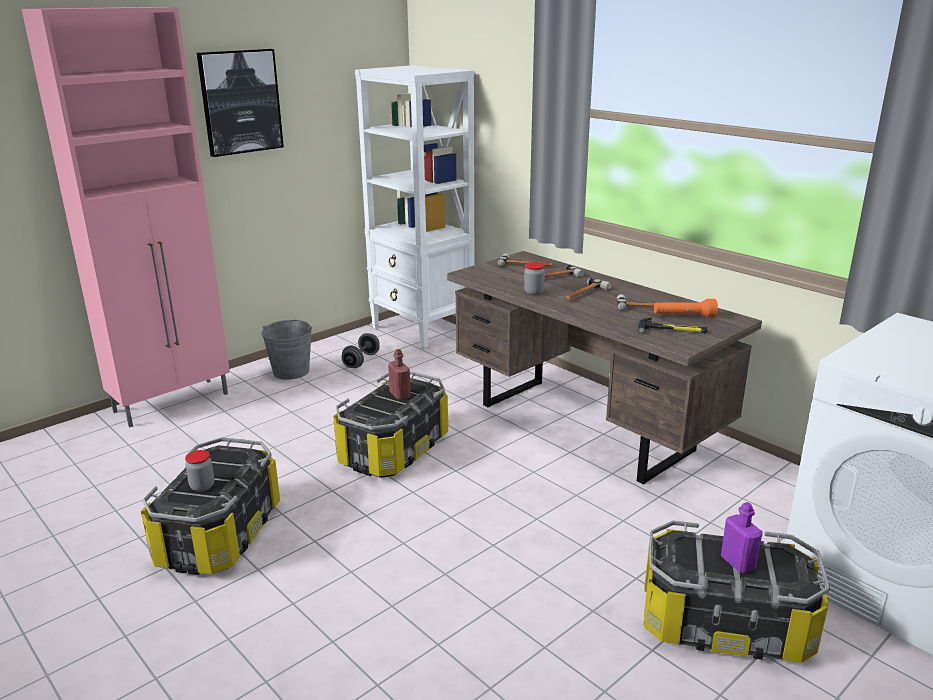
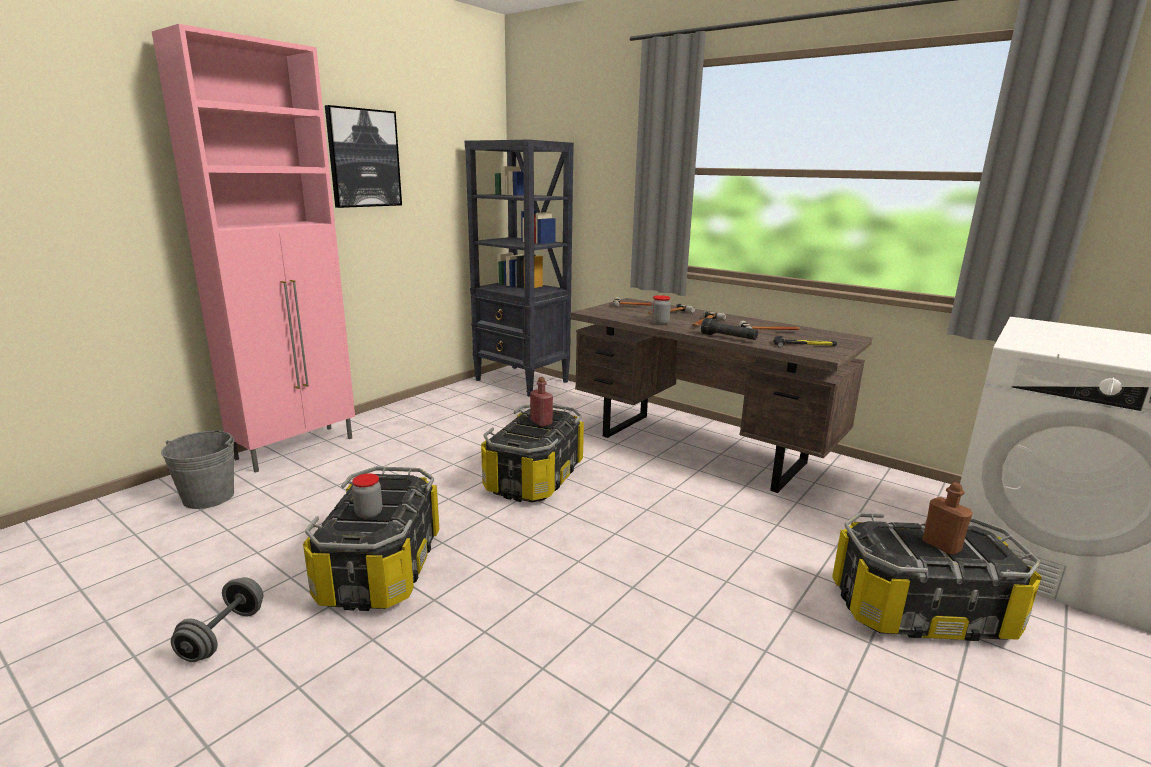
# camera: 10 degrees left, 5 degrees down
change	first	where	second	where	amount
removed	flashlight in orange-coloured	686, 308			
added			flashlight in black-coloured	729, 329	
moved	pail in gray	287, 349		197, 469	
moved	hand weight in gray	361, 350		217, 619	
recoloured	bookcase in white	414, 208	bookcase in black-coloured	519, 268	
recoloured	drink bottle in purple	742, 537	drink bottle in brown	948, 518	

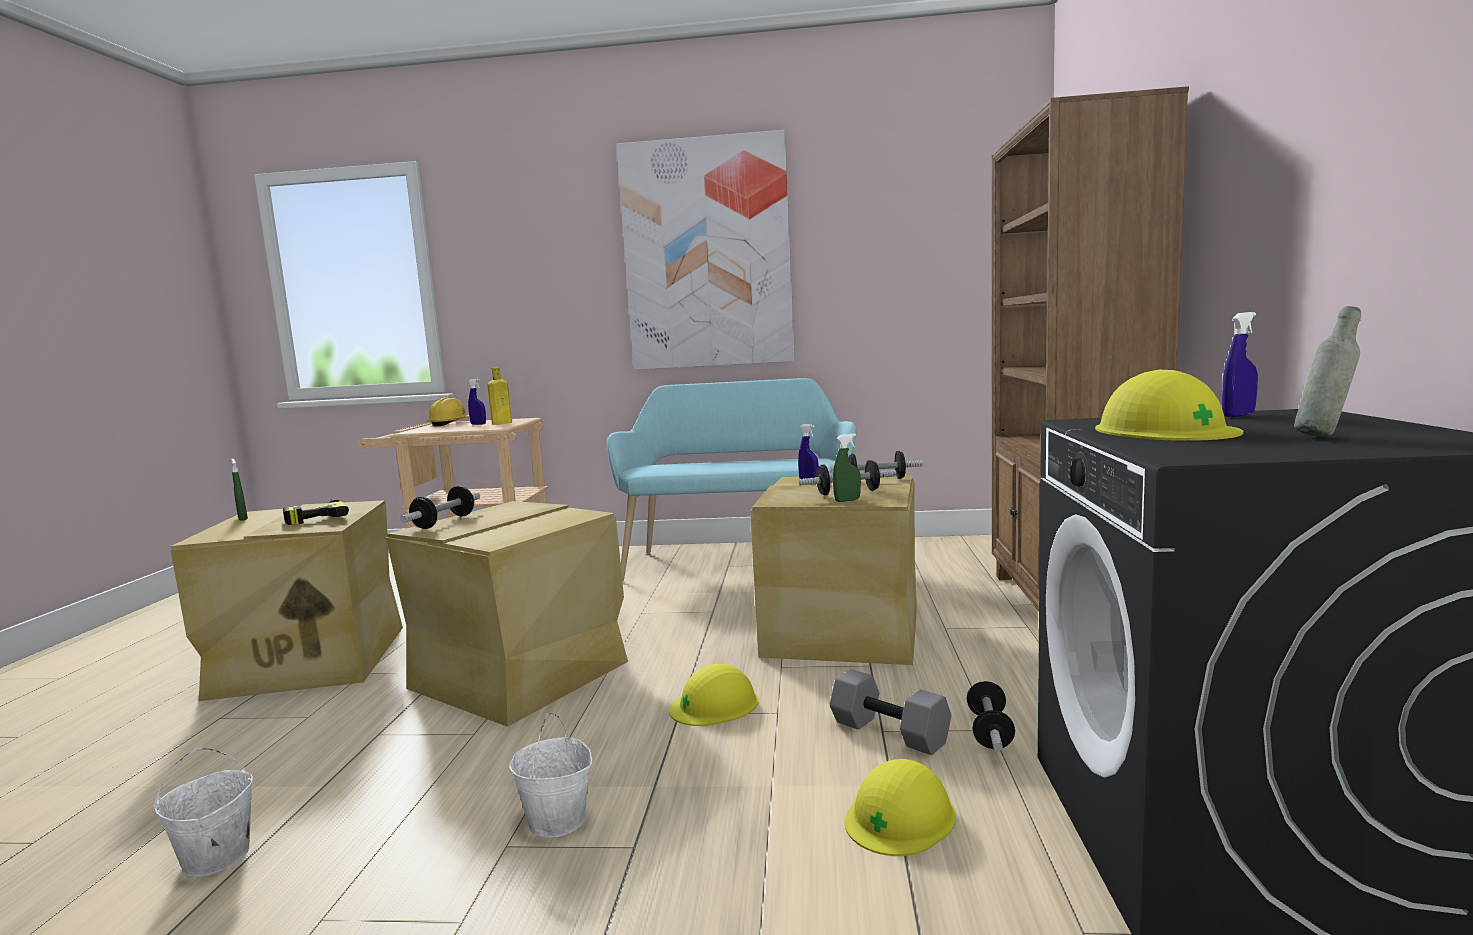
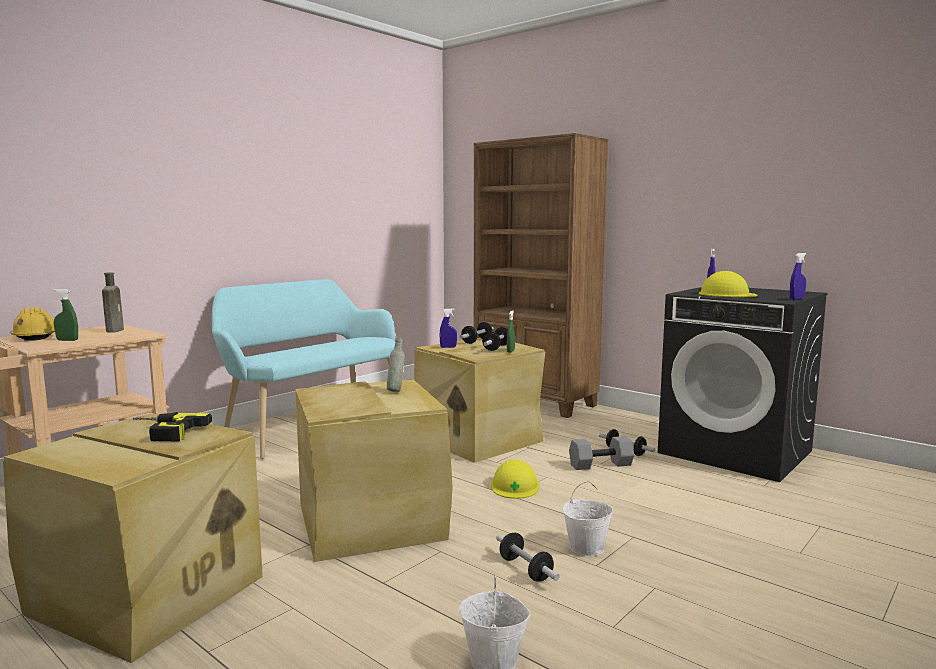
# camera: 55 degrees left, 0 degrees up
change	first	where	second	where	amount
removed	picture	705, 250			
removed	safety helmet in yellowish	900, 807			
moved	sprayer in green	239, 490		65, 315	
moved	hand weight	440, 507		527, 557	
moved	sprayer in blue	477, 402		798, 276	
moved	drink bottle in gray	1327, 371		396, 364	
recoloured	drink bottle in yellowish	499, 396	drink bottle in brown	113, 302	

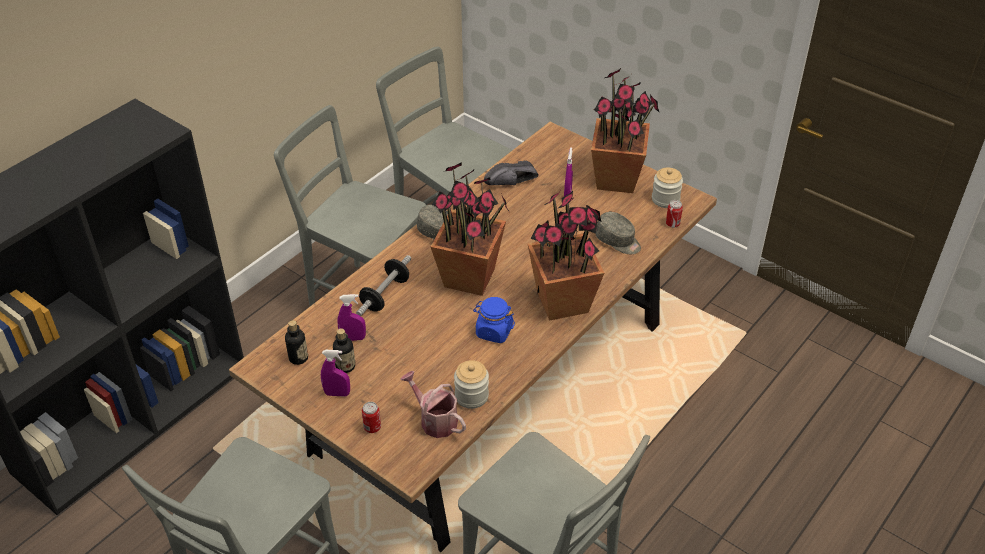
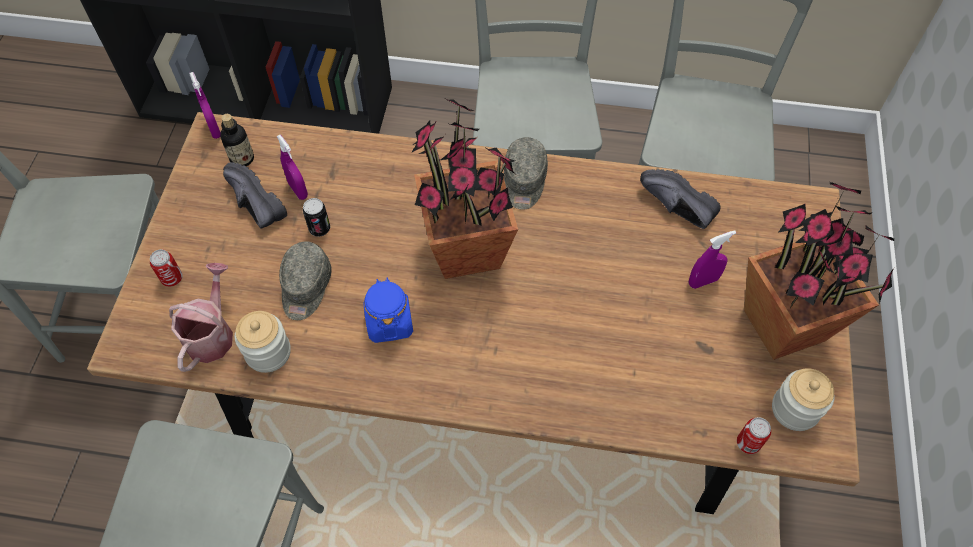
# camera: 60 degrees right, 15 degrees up
change	first	where	second	where	amount
removed	hand weight	383, 285			
removed	plant in a pot	566, 256			
added			can	316, 217	
moved	sprayer in purple	335, 373		205, 105	
moved	peaked cap in gray	618, 233		305, 281	
replaced	drink bottle	344, 350	low shoe in black-coloured	255, 195	

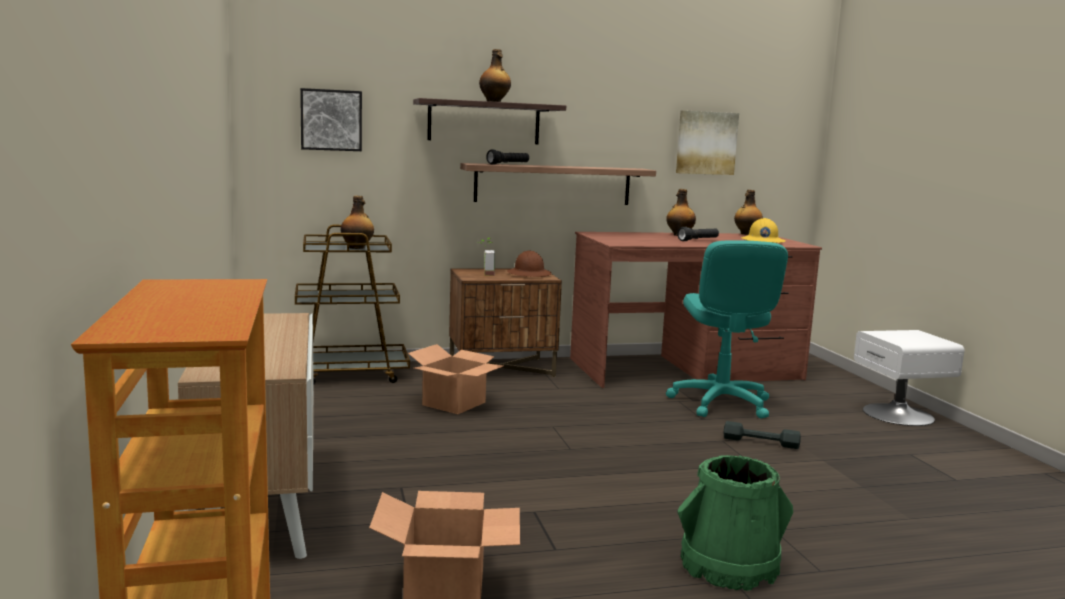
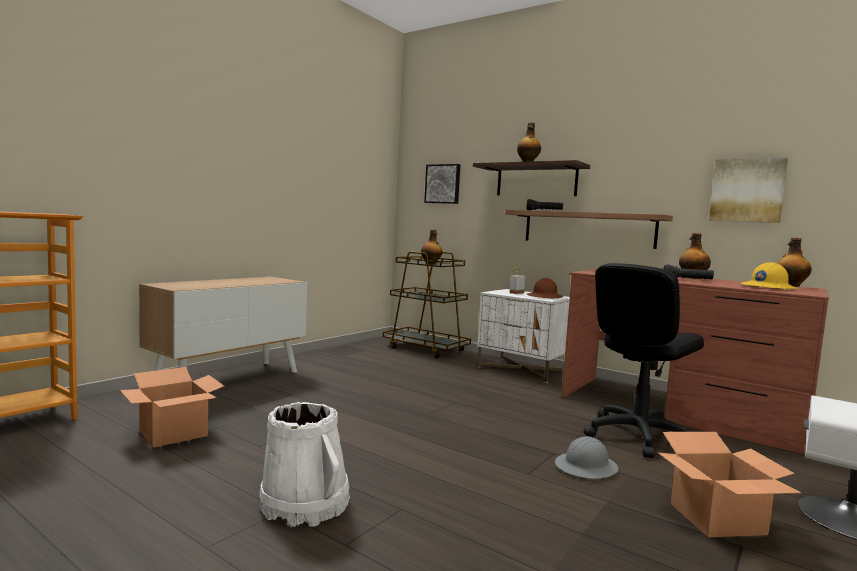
# camera: 50 degrees right, 5 degrees down
change	first	where	second	where	amount
moved	packing box	455, 379		729, 484	
replaced	hand weight in gray	762, 435	safety helmet in gray	586, 457	
recoloured	nightstand in brown	505, 323	nightstand in white	523, 336	
recoloured	computer chair in blue-green	727, 330	computer chair in black-coloured	644, 360	
recoloured	pail in green	735, 523	pail in white	304, 464	

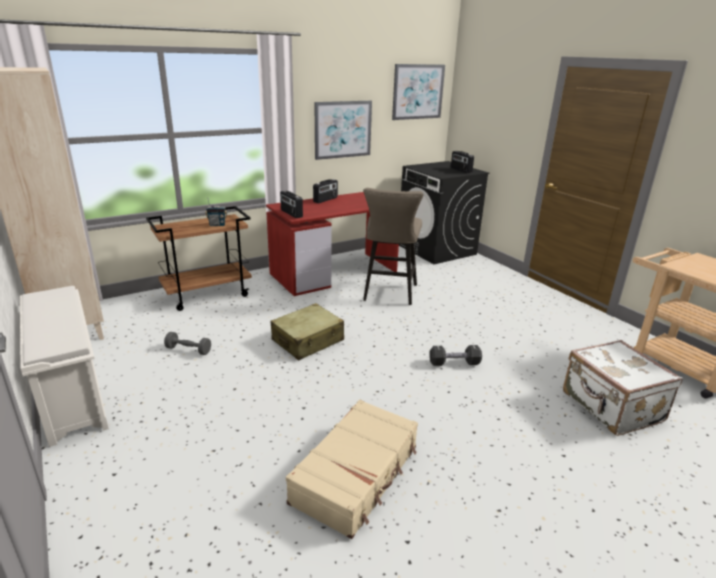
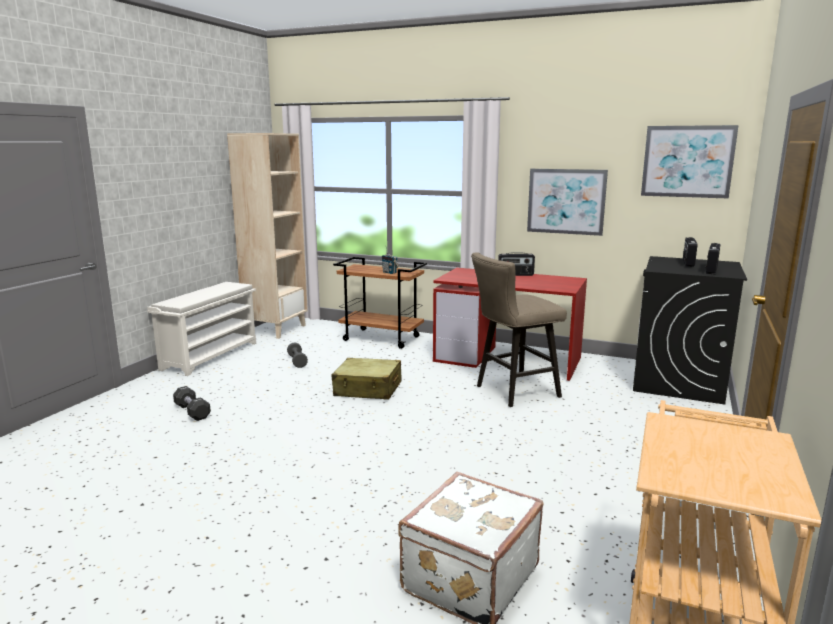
# camera: 55 degrees right, 10 degrees down
change	first	where	second	where	amount
removed	suitcase in sand-coloured	352, 469			
moved	radio	291, 204		690, 252	
moved	hand weight in black-coloured	455, 355		192, 403	

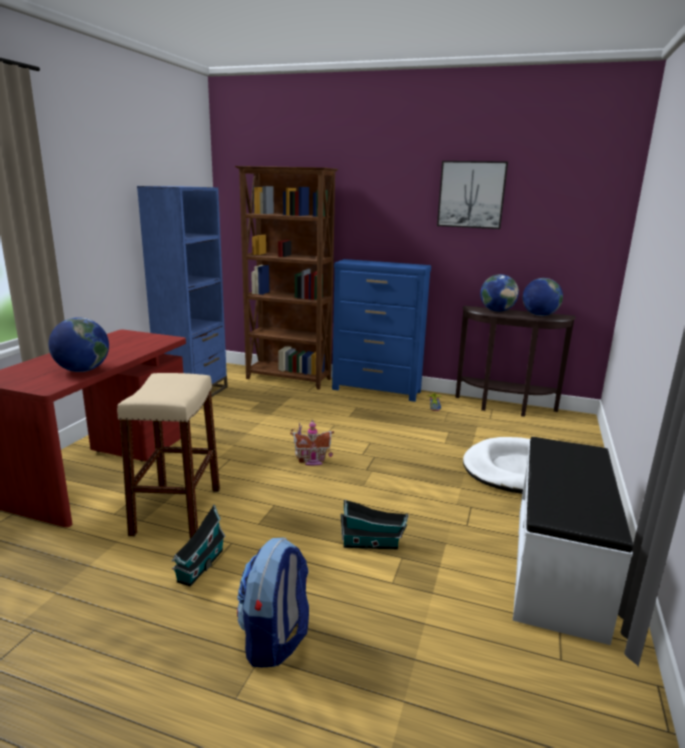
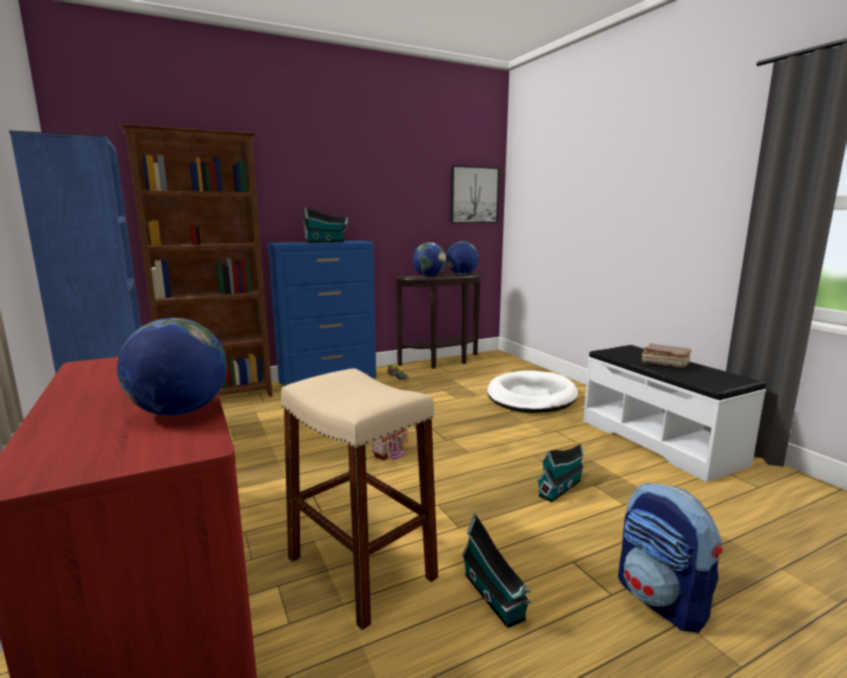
# camera: 45 degrees left, 5 degrees down
change	first	where	second	where	amount
added			model house	325, 225	
added			volume in brown	666, 355	
moved	picture	472, 195		475, 194	

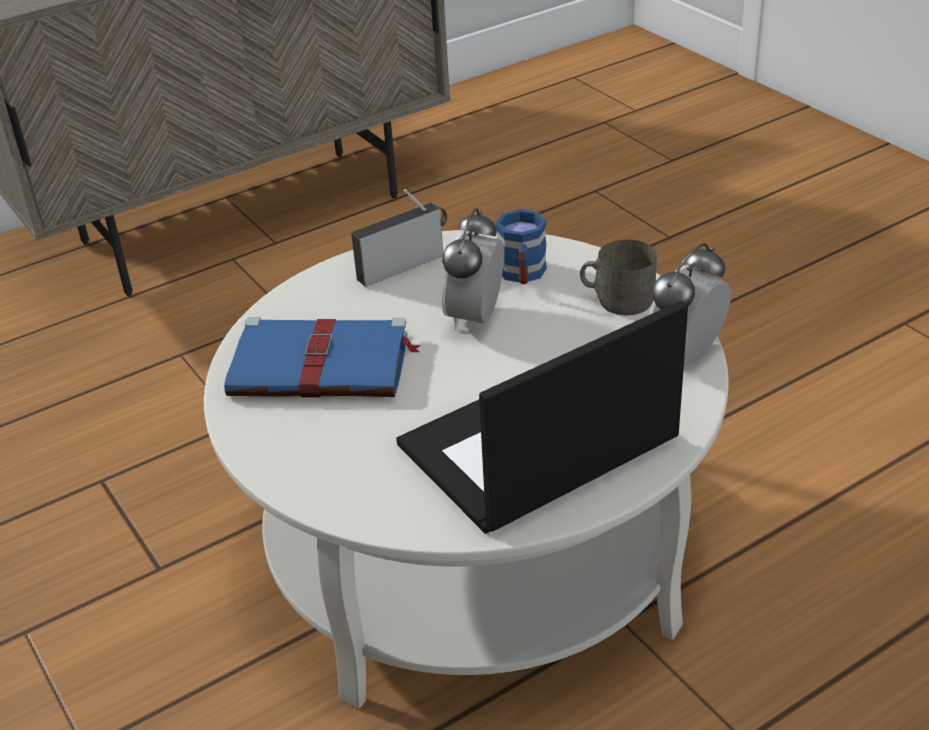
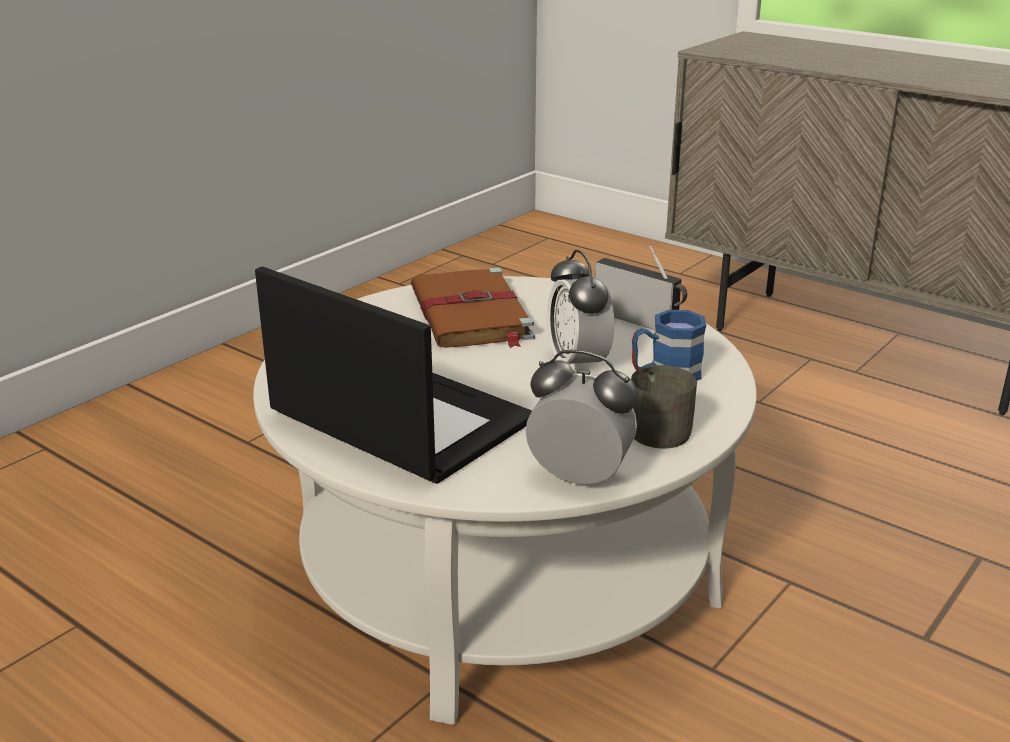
# camera: 70 degrees right, 10 degrees down
change	first	where	second	where	amount
recoloured	volume in blue	322, 357	volume in brown	473, 307	
turned	bedside clock	473, 269		580, 312	105 degrees counterclockwise

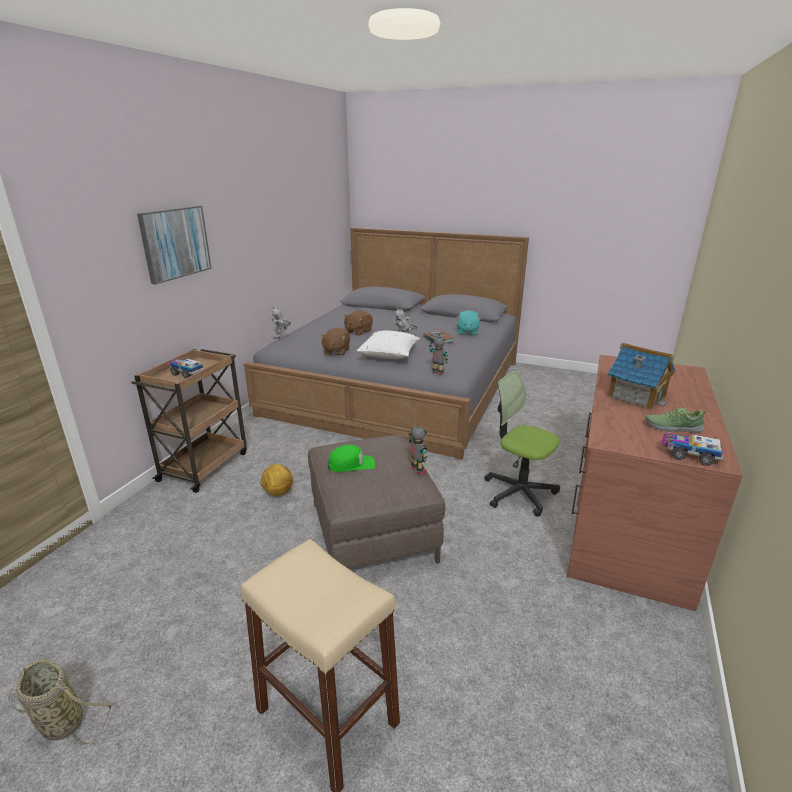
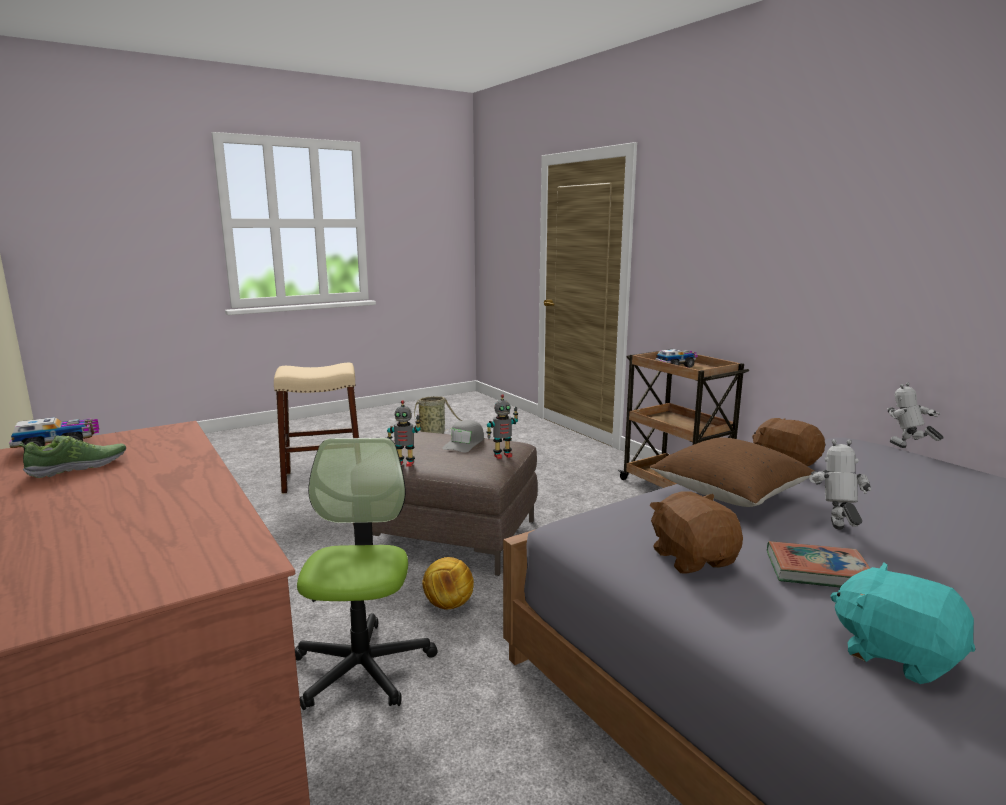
# camera: 125 degrees right, 10 degrees down
change	first	where	second	where	amount
removed	picture	174, 245			
removed	model house	641, 376			
moved	football	276, 480		448, 583	
moved	cuddly toy in brown	358, 323		696, 532	
moved	model robot	438, 354		502, 426	
recoloured	peaked cap in green	351, 458	peaked cap in gray	463, 436	
recoloured	pillow in white	388, 345	pillow in brown	732, 472	
turned	computer chair	522, 444		366, 574	75 degrees counterclockwise

